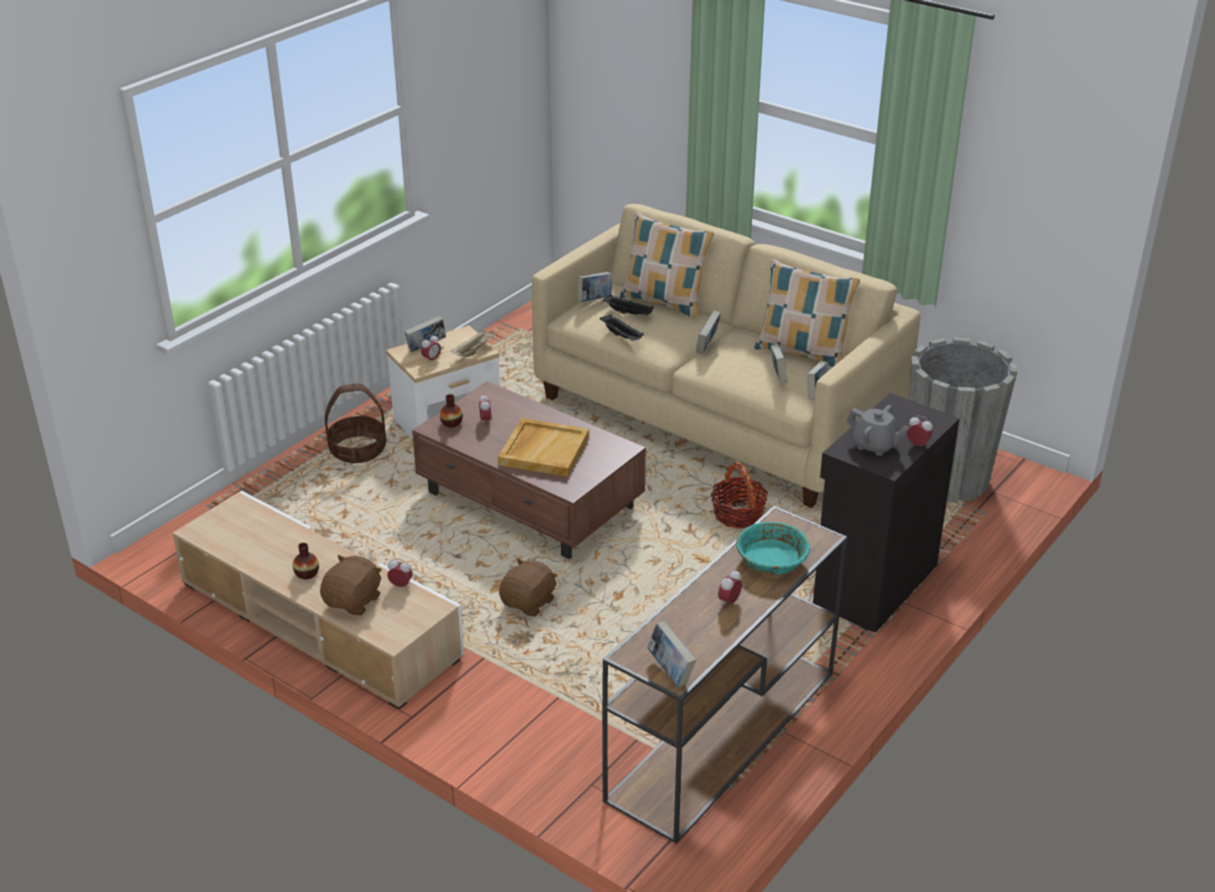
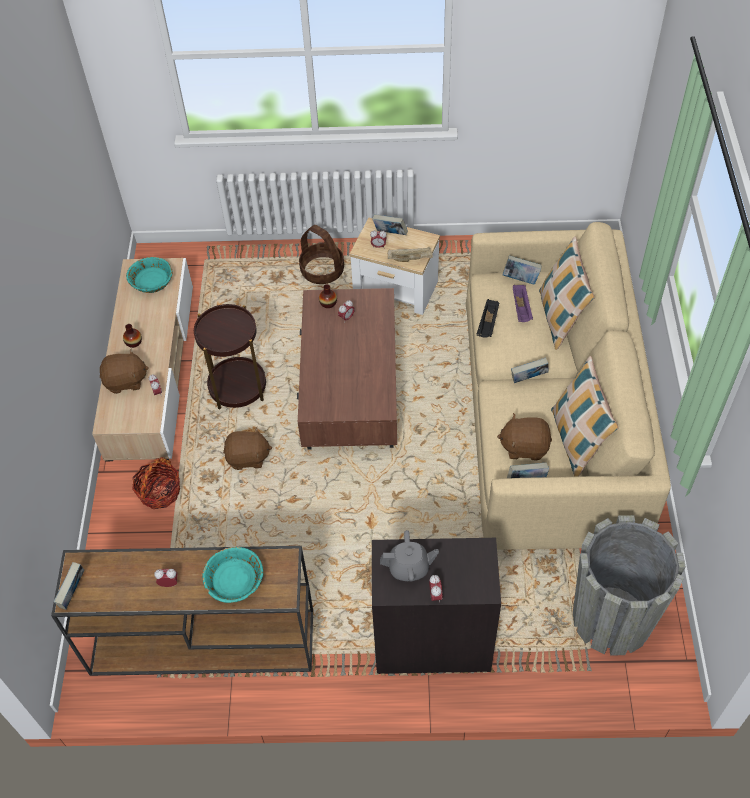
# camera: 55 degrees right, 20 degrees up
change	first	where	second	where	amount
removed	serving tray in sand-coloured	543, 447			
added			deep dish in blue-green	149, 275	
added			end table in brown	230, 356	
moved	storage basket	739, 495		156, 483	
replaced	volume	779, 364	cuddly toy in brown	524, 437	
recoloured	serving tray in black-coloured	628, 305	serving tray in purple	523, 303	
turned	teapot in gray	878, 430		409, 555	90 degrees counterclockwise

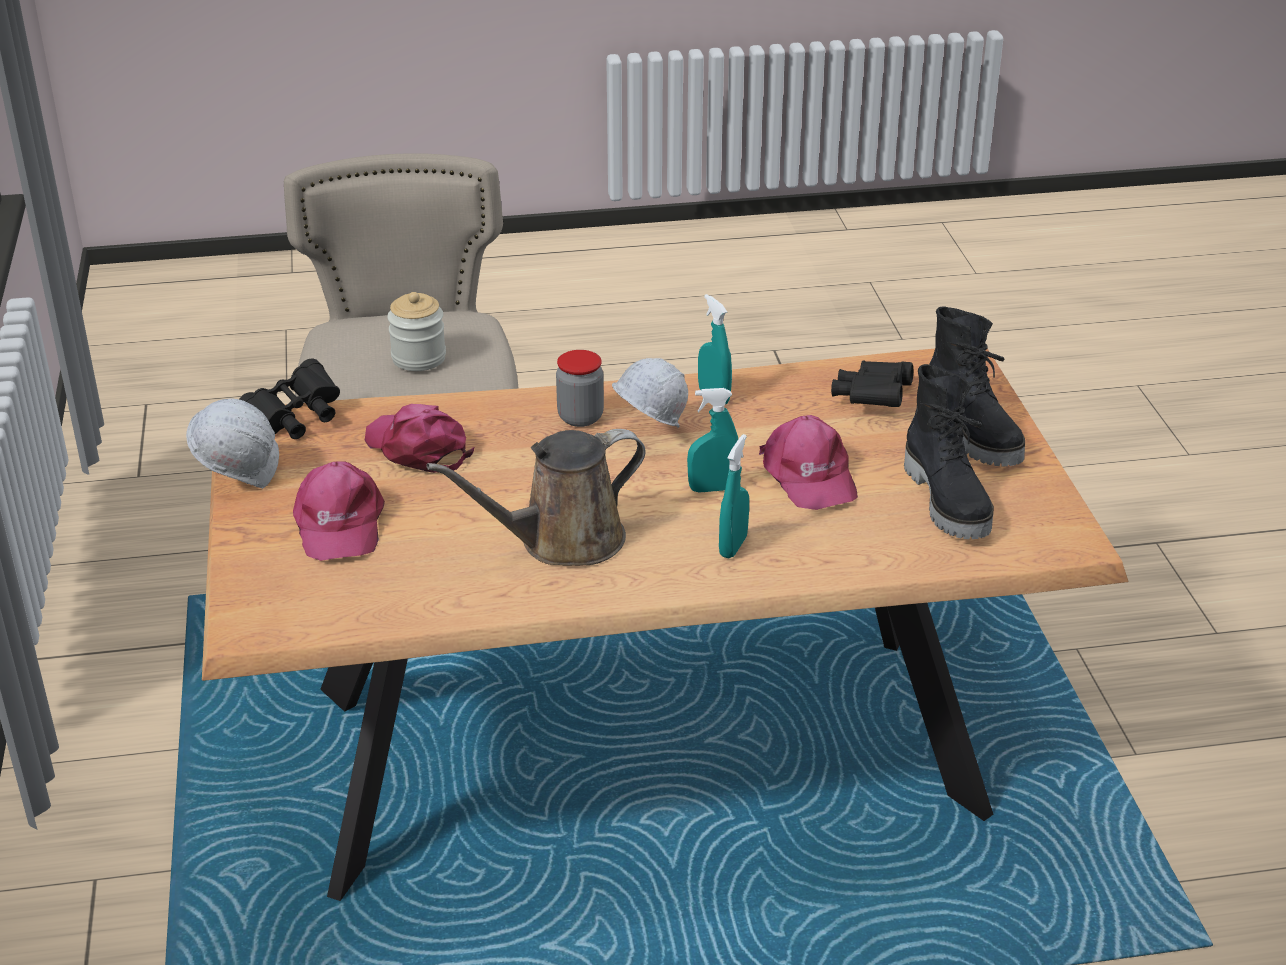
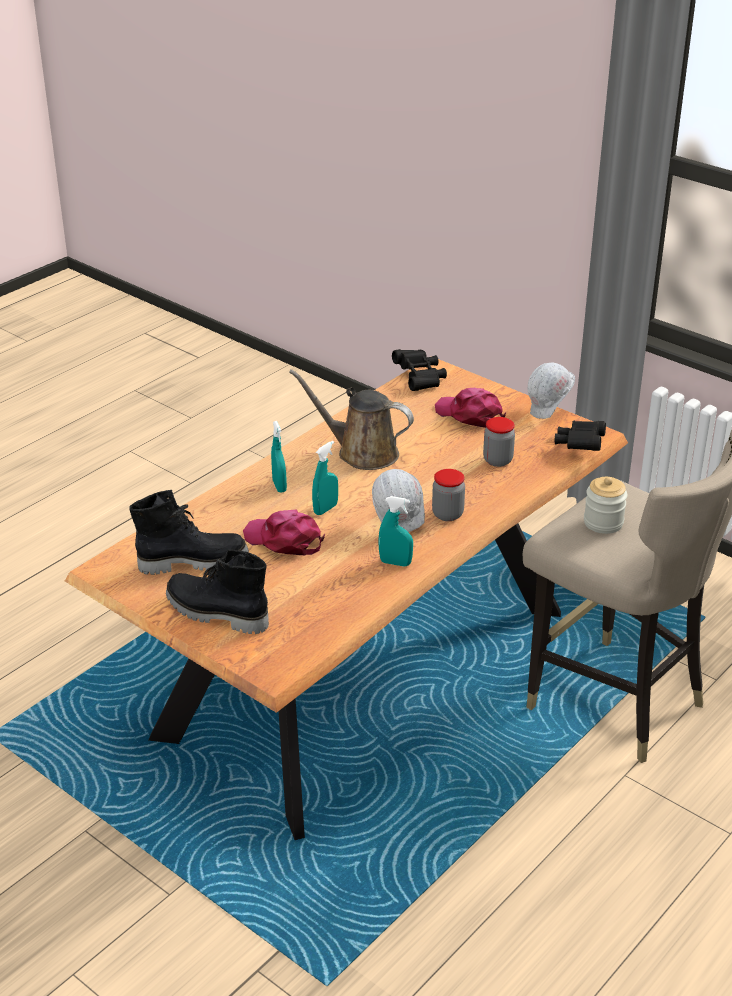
# camera: 140 degrees right, 0 degrees up
change	first	where	second	where	amount
moved	binoculars in black-coloured	872, 383		419, 370	
replaced	peaked cap in pink-coloured	419, 438	storage jar	499, 442	
turned	sprinkling can in brown	535, 497		351, 419	90 degrees counterclockwise
turned	boot in black-coloured	949, 451		189, 532	135 degrees clockwise

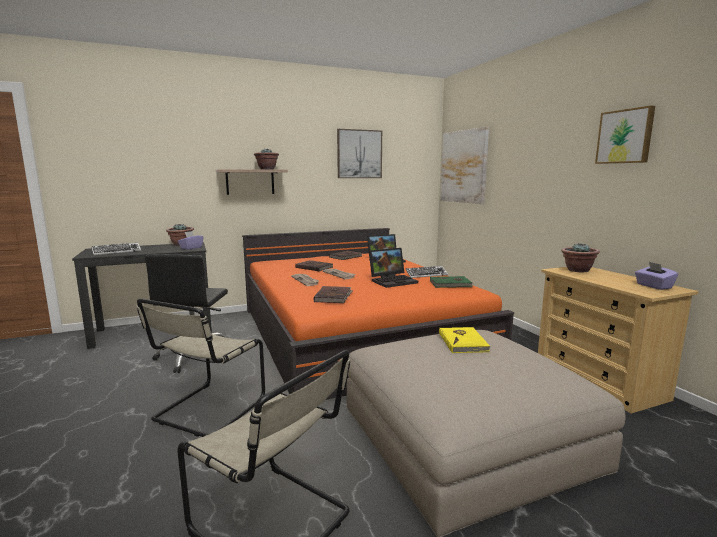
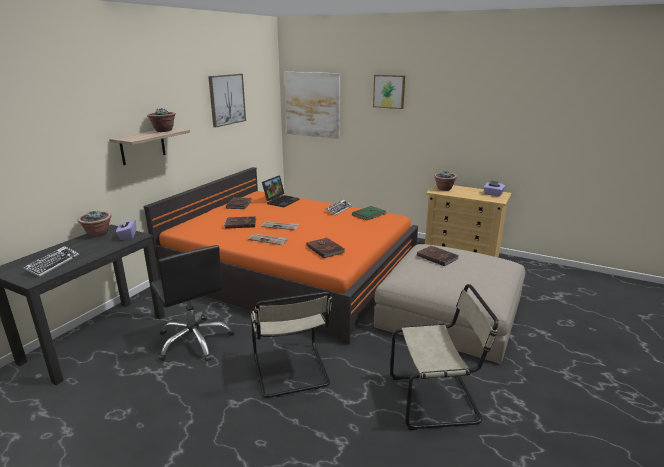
# camera: 40 degrees left, 10 degrees up
change	first	where	second	where	amount
removed	portable computer	393, 268			
moved	picture	625, 135		389, 92	
recoloured	volume in yellowish	464, 340	volume in brown	437, 255	

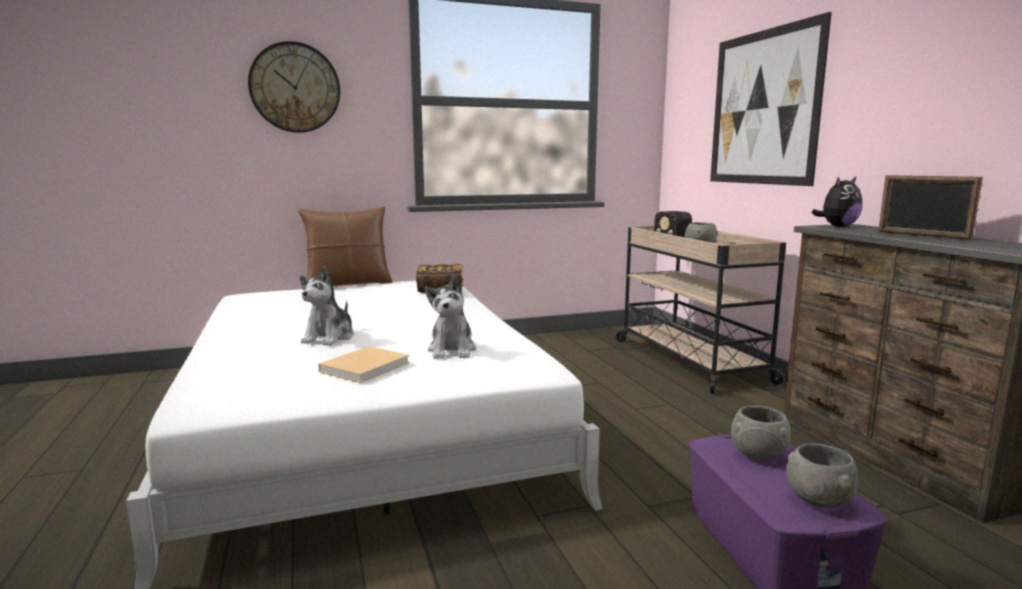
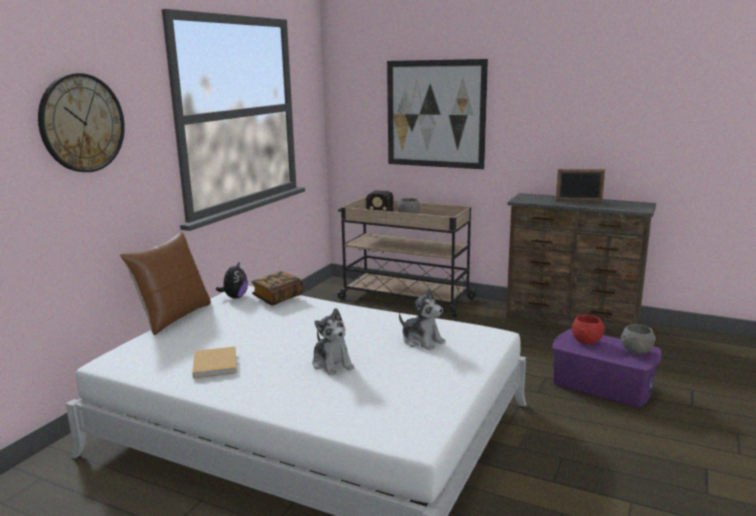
# camera: 45 degrees left, 5 degrees up
change	first	where	second	where	amount
moved	volume in sand-coloured	364, 364		214, 362	
moved	cuddly toy	837, 202		232, 279	
recoloured	deep dish in gray	761, 432	deep dish in red	588, 329	

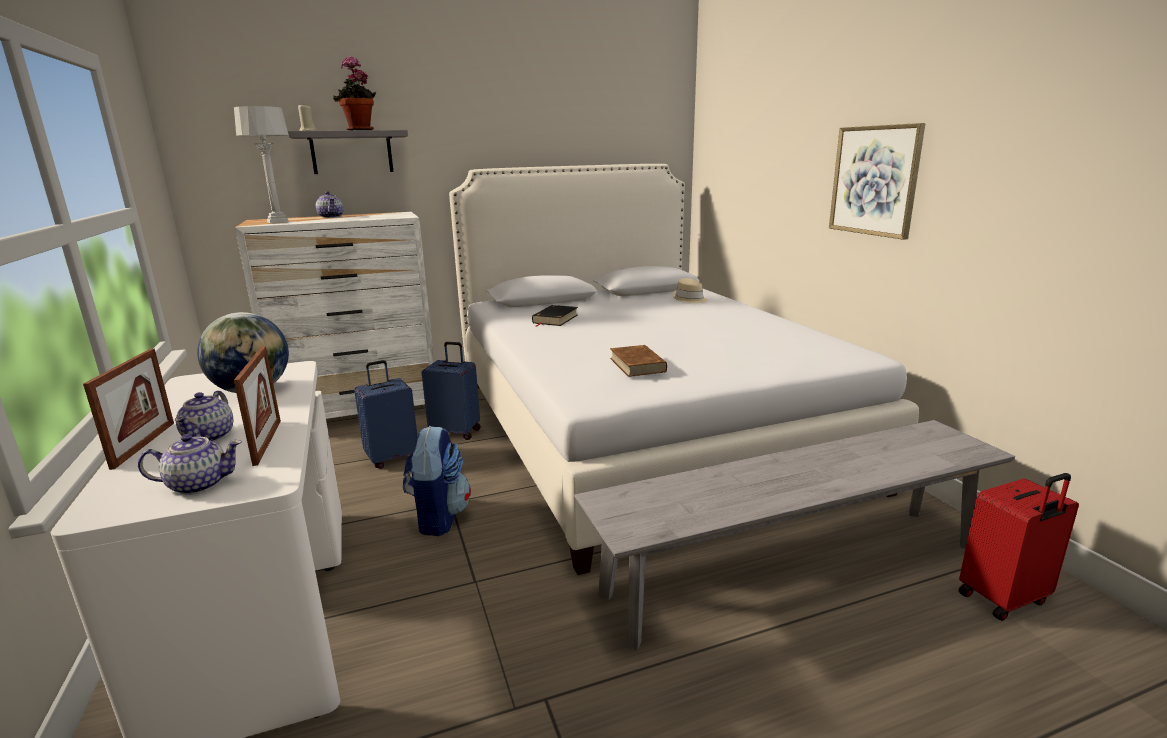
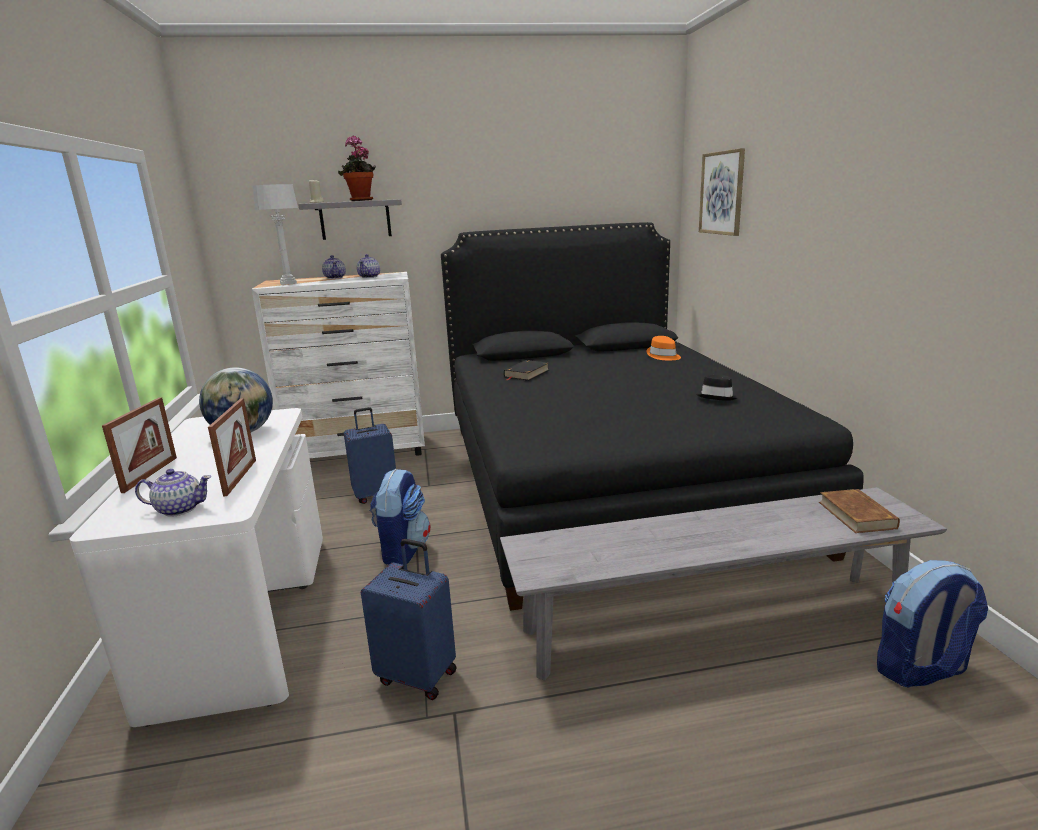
# camera: 10 degrees right, 0 degrees up
change	first	where	second	where	amount
added			hat in black-coloured	717, 388	
moved	teapot	204, 416		368, 266	
moved	suitcase in blue	451, 391		409, 619	
moved	volume in brown	638, 361		859, 511	
moved	picture	877, 181		722, 192	
replaced	suitcase in red	1019, 547	rucksack	932, 624	
recoloured	bed in white	684, 369	bed in black-coloured	652, 416	
recoloured	hat in sand-coloured	690, 290	hat in orange-coloured	663, 348	

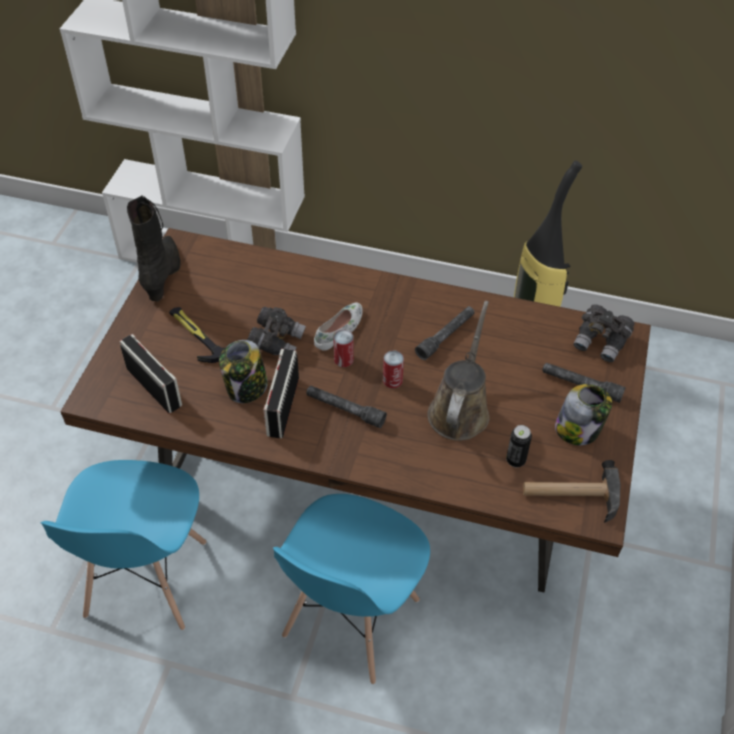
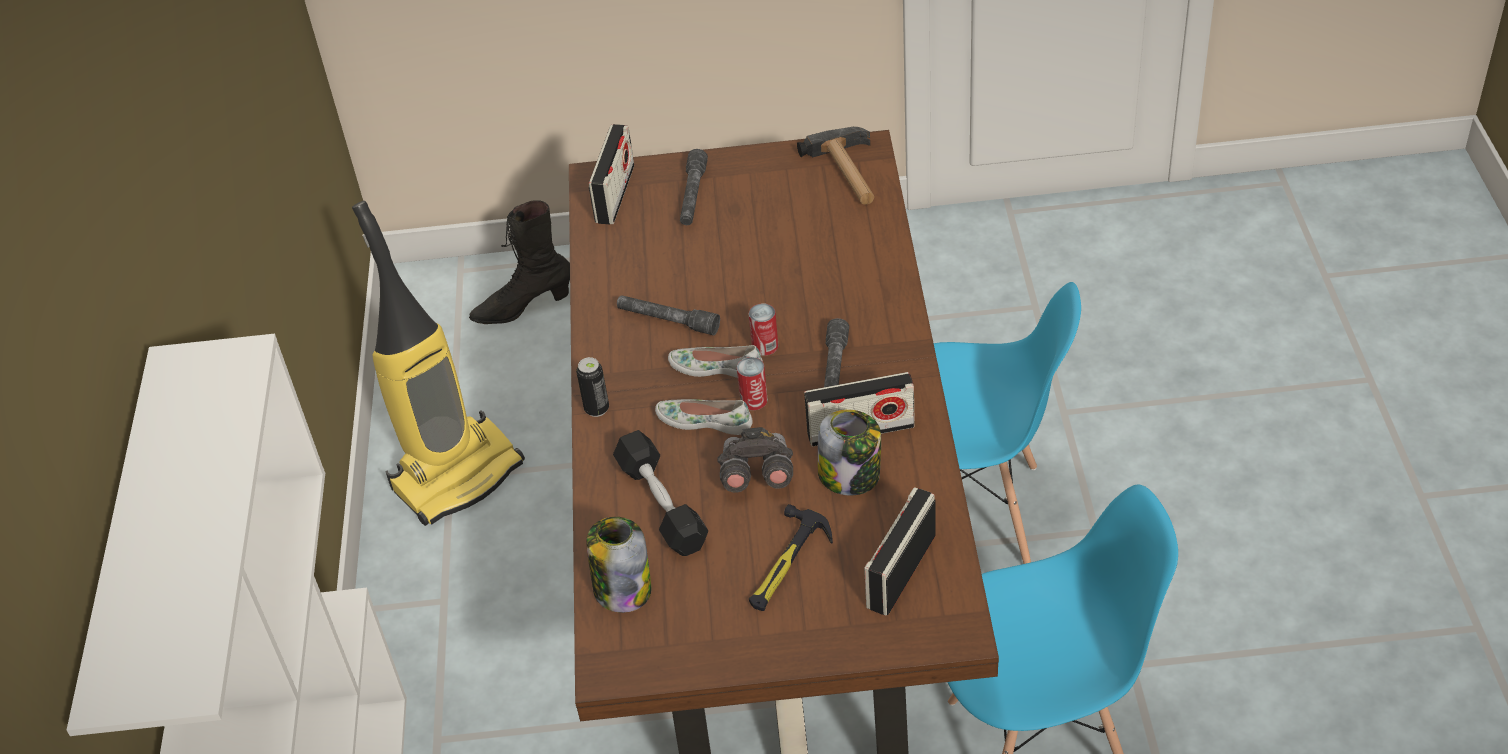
# camera: 105 degrees left, 5 degrees down
change	first	where	second	where	amount
removed	sprinkling can in brown	458, 371			
added			hand weight in black-coloured	660, 493	
added			low shoe in white	715, 361	
moved	boot in black-coloured	153, 248		519, 262	
moved	can	519, 446		592, 387	
moved	storage jar	583, 414		619, 565	
replaced	binoculars in gray	604, 333	radio	611, 174	

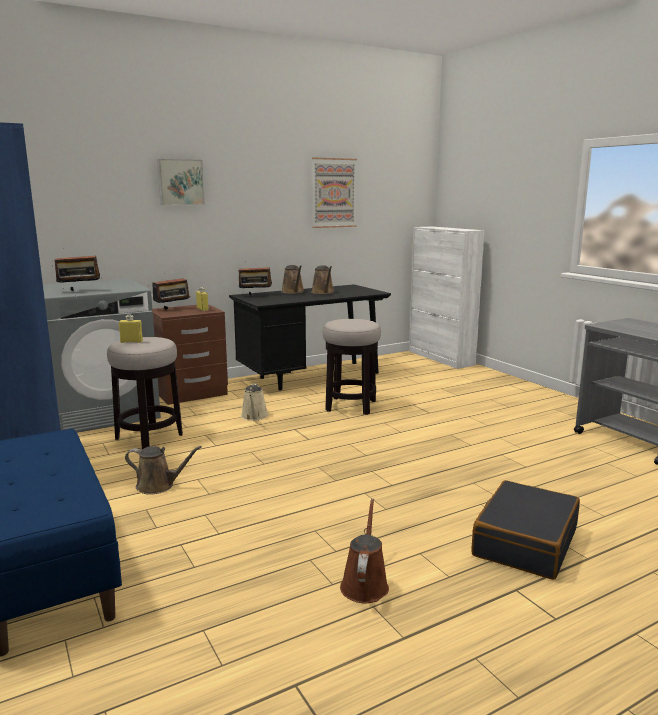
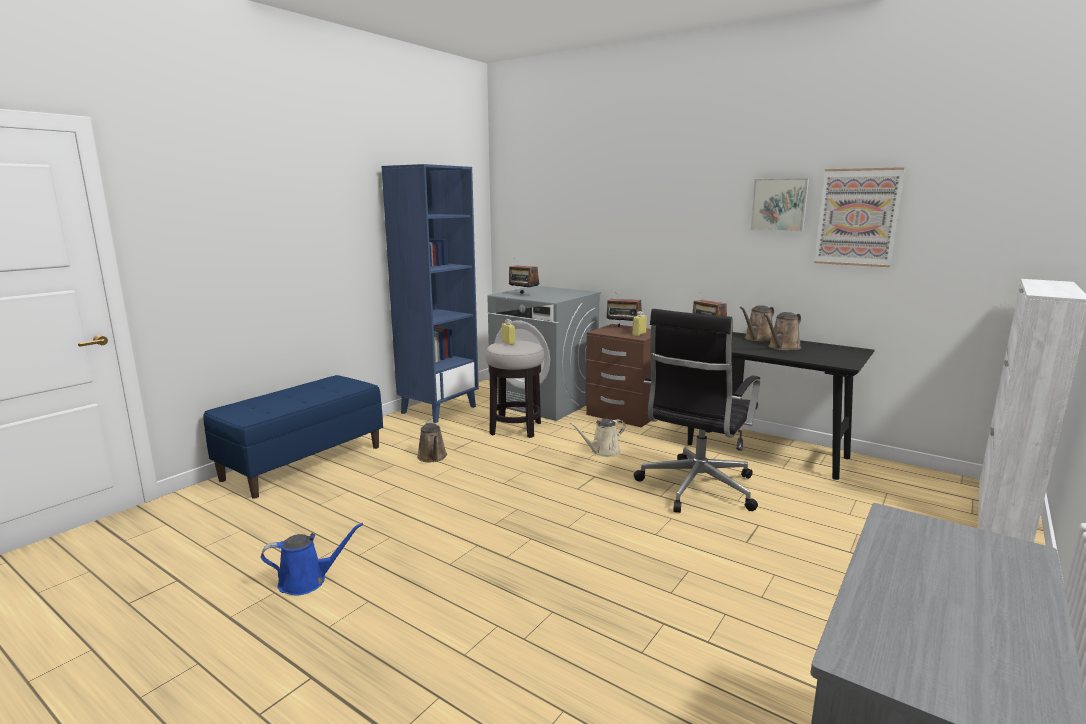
# camera: 65 degrees right, 0 degrees up
change	first	where	second	where	amount
removed	suitcase in black-coloured	526, 530			
moved	picture	181, 182		779, 205	
replaced	sitting stool	352, 367	computer chair in black-coloured	697, 411	
recoloured	sprinkling can in brown	364, 551	sprinkling can in blue	312, 559	

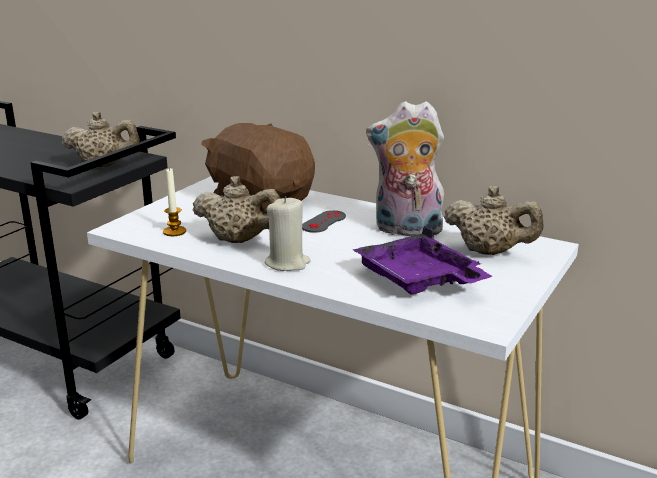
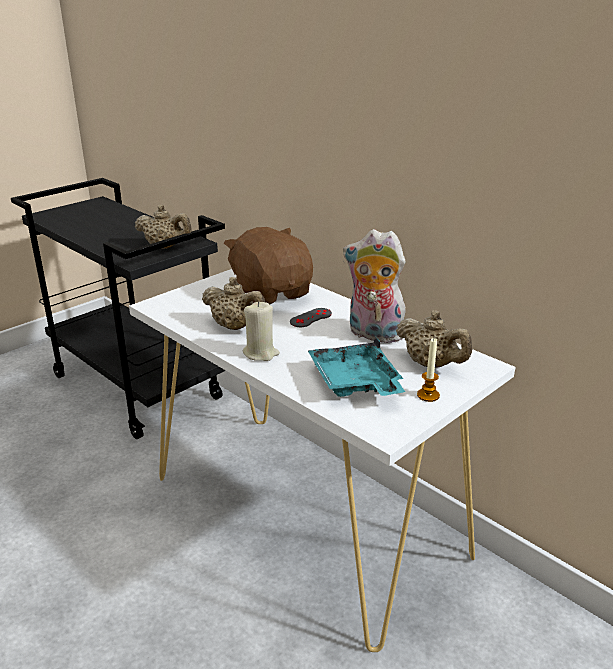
# camera: 15 degrees right, 5 degrees up
change	first	where	second	where	amount
moved	wax light	174, 202		428, 370	
recoloured	serving tray in purple	422, 260	serving tray in blue-green	356, 367	

